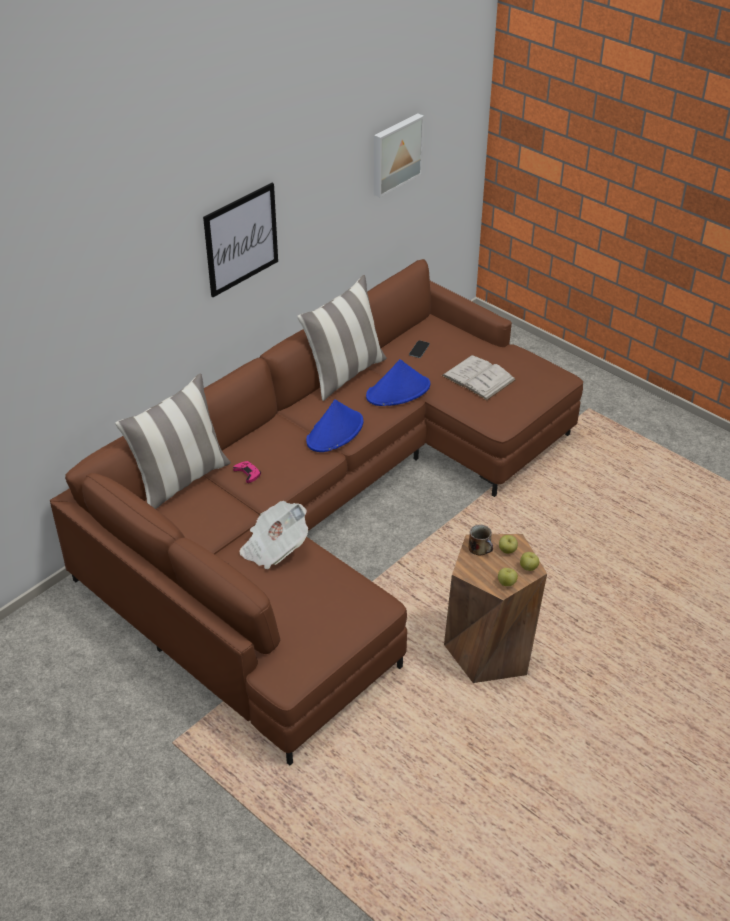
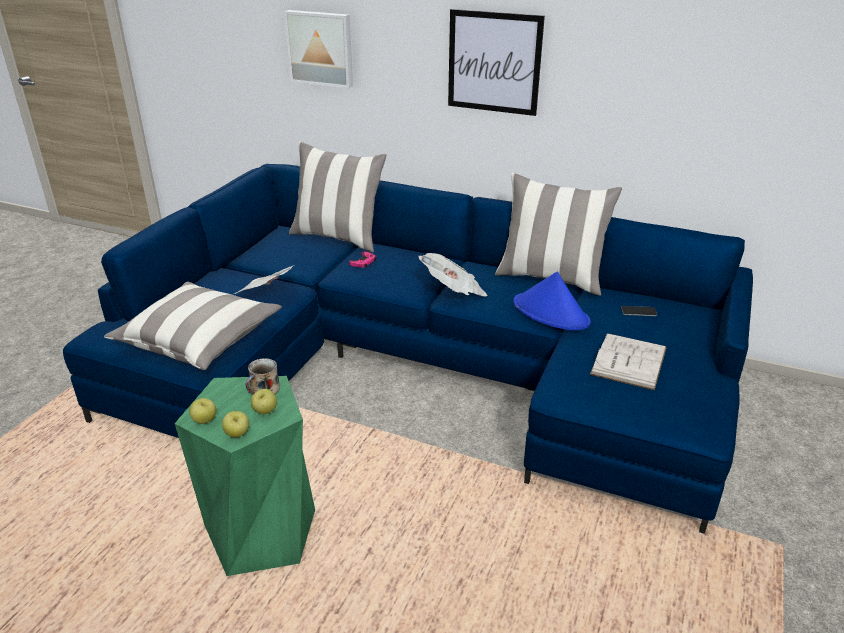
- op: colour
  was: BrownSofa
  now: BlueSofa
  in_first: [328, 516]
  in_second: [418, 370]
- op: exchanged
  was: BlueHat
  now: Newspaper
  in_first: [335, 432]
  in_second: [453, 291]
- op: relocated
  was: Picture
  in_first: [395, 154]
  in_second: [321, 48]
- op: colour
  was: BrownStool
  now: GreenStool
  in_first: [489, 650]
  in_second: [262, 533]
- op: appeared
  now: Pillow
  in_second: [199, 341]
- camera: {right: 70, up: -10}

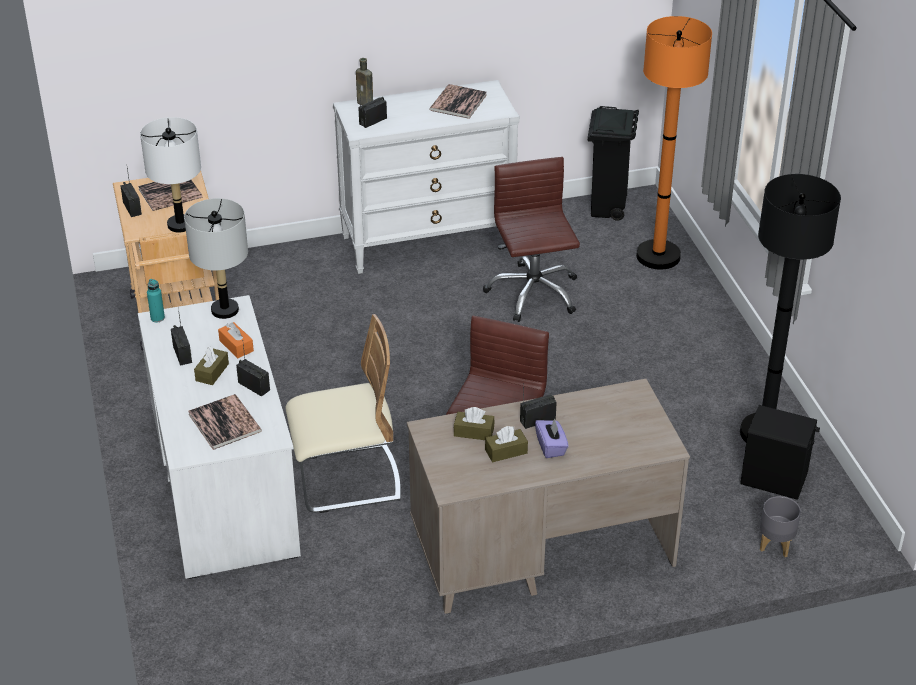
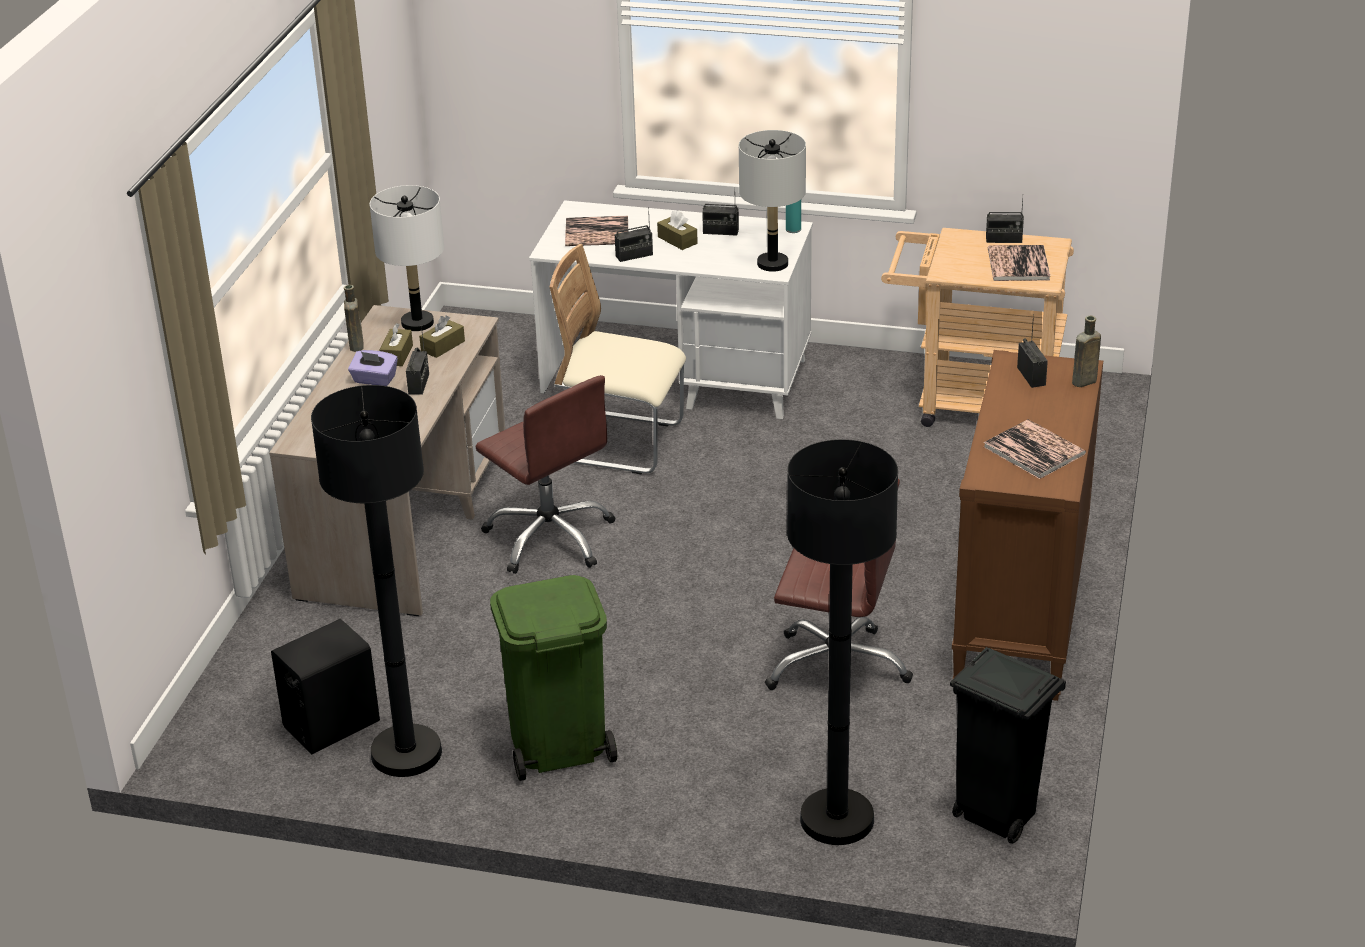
- op: relocated
  was: WhiteTableLamp
  in_first: [180, 225]
  in_second: [418, 323]
- op: missing
  was: OrangeTissueBox
  in_first: [236, 346]
- op: spun
  was: BeigeChair
  in_first: [346, 479]
  in_second: [620, 443]
  clockwise: 90
- op: colour
  was: WhiteDresser
  now: BrownDresser
  in_first: [428, 242]
  in_second: [1021, 619]
- op: colour
  was: OrangeFloorLamp
  now: BlackFloorLamp
  in_first: [658, 256]
  in_second: [837, 819]
- op: missing
  was: GreyPlanter
  in_first: [776, 545]
- op: appeared
  now: BrownBottle
  in_second: [356, 344]
- op: appeared
  now: GreenTrashCan
  in_second: [557, 746]
- camera: {right: 120, up: -5}

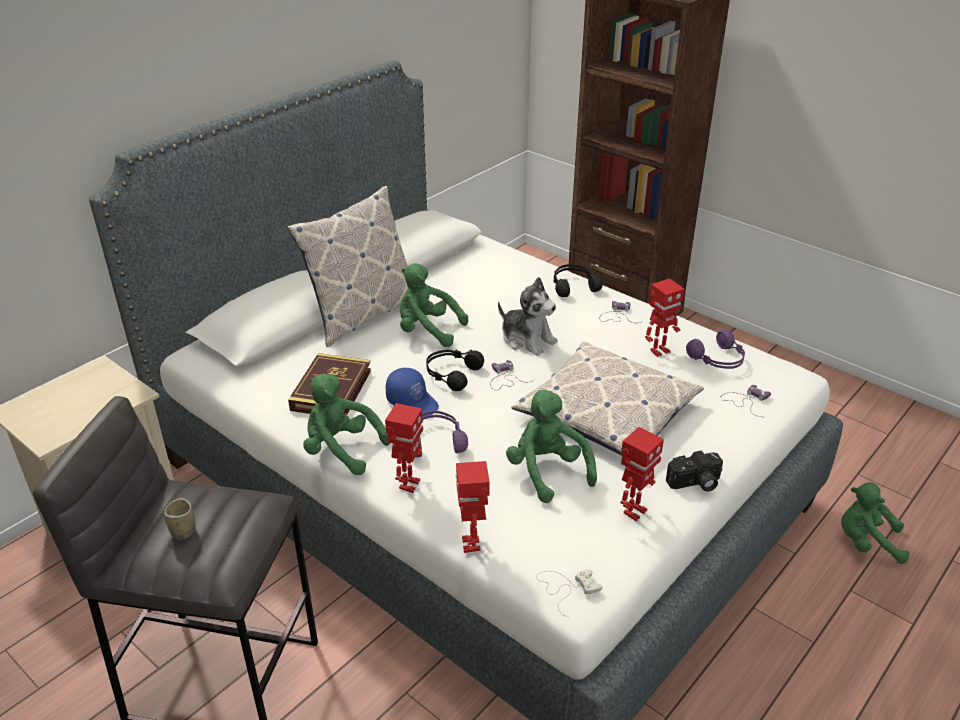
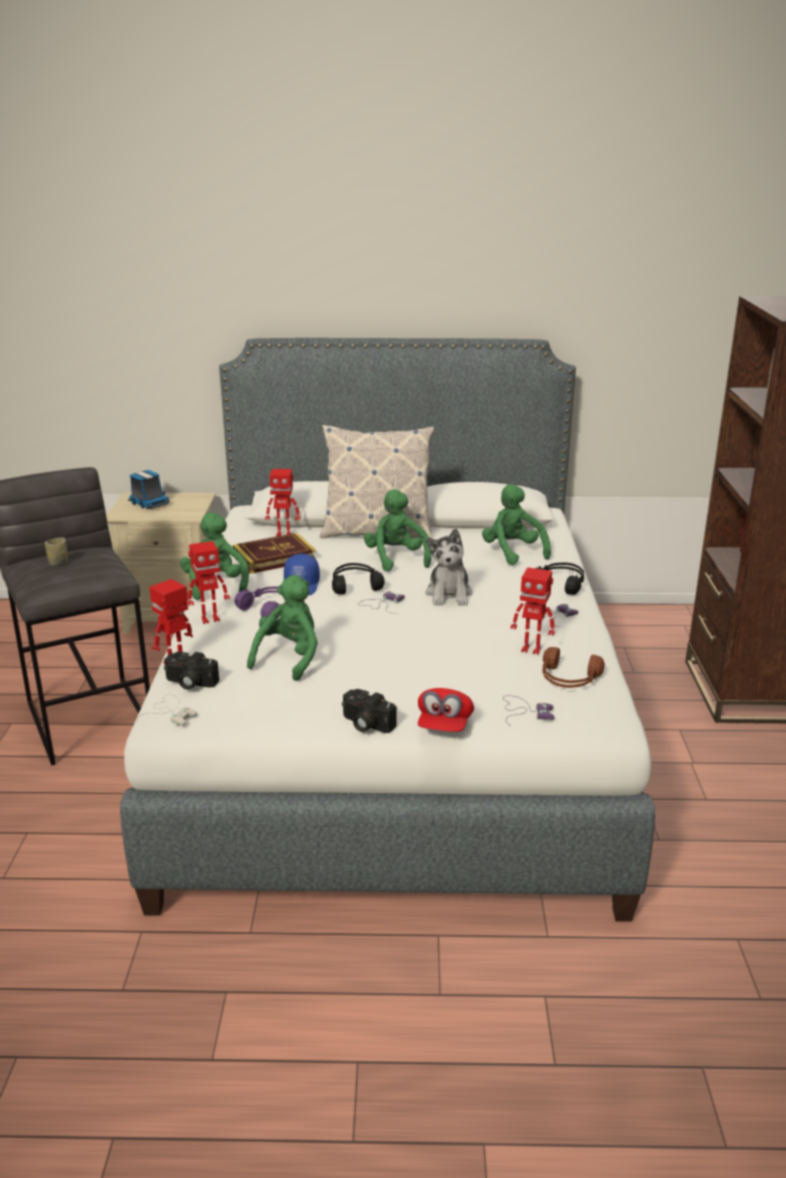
- op: missing
  was: Pillow
  in_first: [606, 413]
- op: relocated
  was: ToyRobot
  in_first: [633, 511]
  in_second: [283, 534]
- op: colour
  was: PurpleHeadphones
  now: BrownHeadphones
  in_first: [718, 360]
  in_second: [568, 679]
- op: relocated
  was: GreenPlushToy
  in_first: [866, 542]
  in_second: [513, 552]
- op: appeared
  now: ToyTruck
  in_second: [148, 503]
- op: appeared
  now: PhotoCamera
  in_second: [189, 683]
- op: appeared
  now: RedCap
  in_second: [444, 725]
- camera: {right: 50, up: -10}

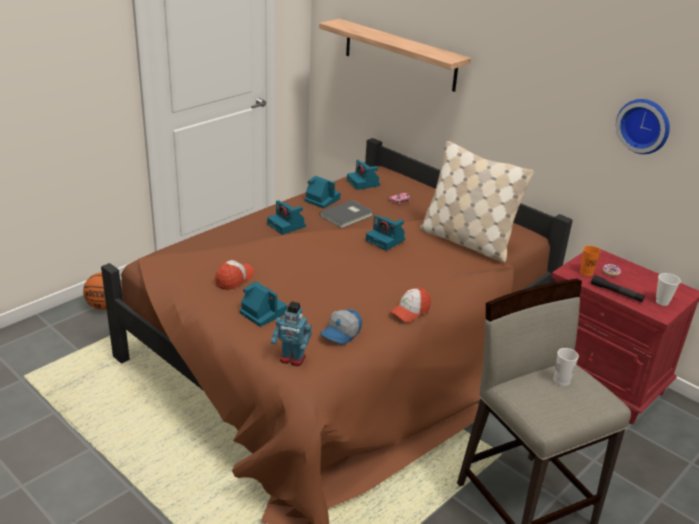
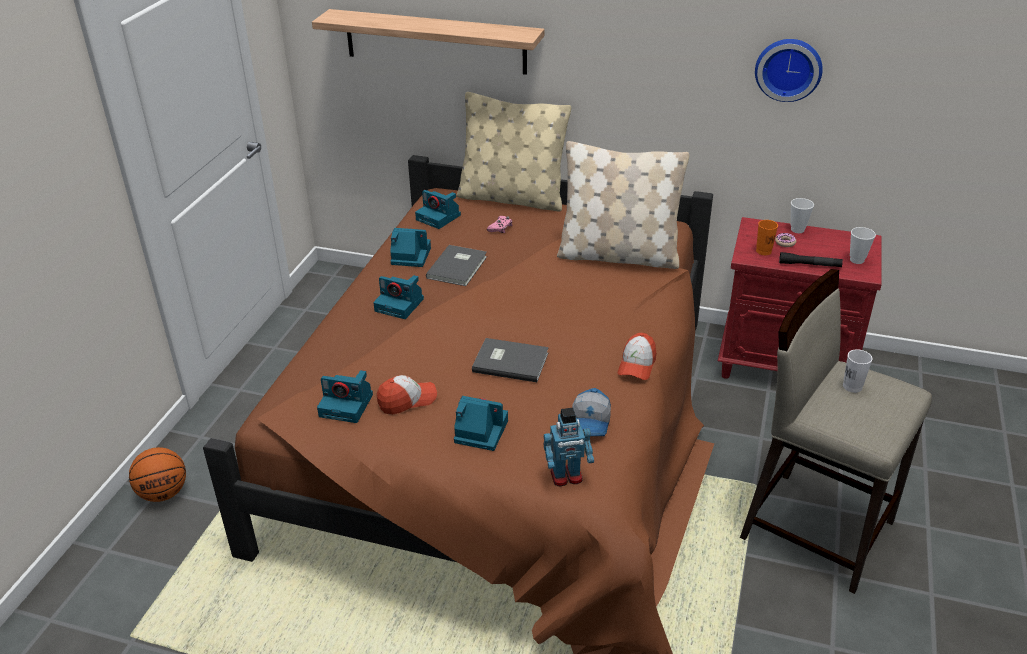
- op: spun
  was: Cap
  in_first: [234, 279]
  in_second: [407, 400]
  clockwise: 60
- op: relocated
  was: PhotoCamera
  in_first: [386, 240]
  in_second: [347, 405]
- op: appeared
  now: BeigePillow
  in_second: [512, 198]
- op: appeared
  now: GreyBook
  in_second: [510, 361]
- op: appeared
  now: Cup
  in_second: [797, 230]
- camera: {right: -25, up: 5}

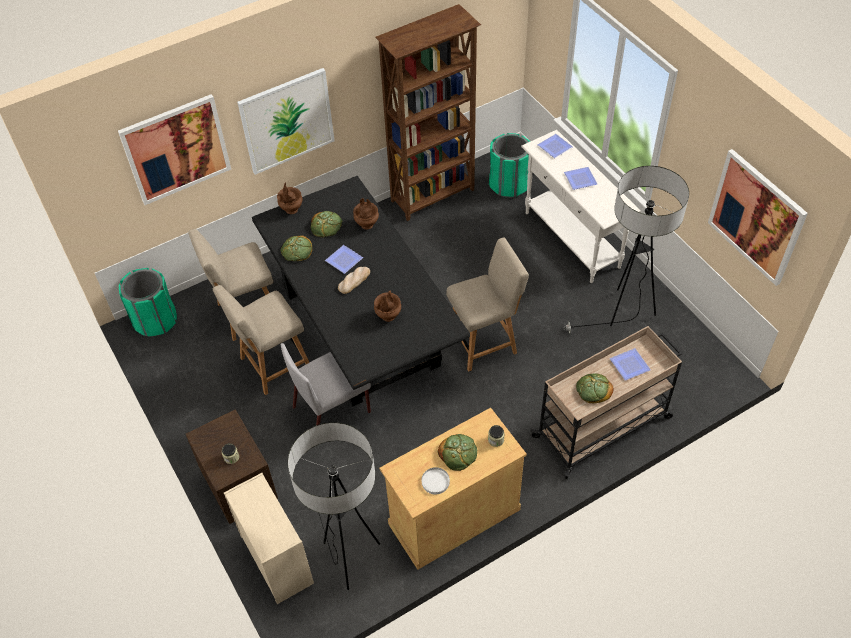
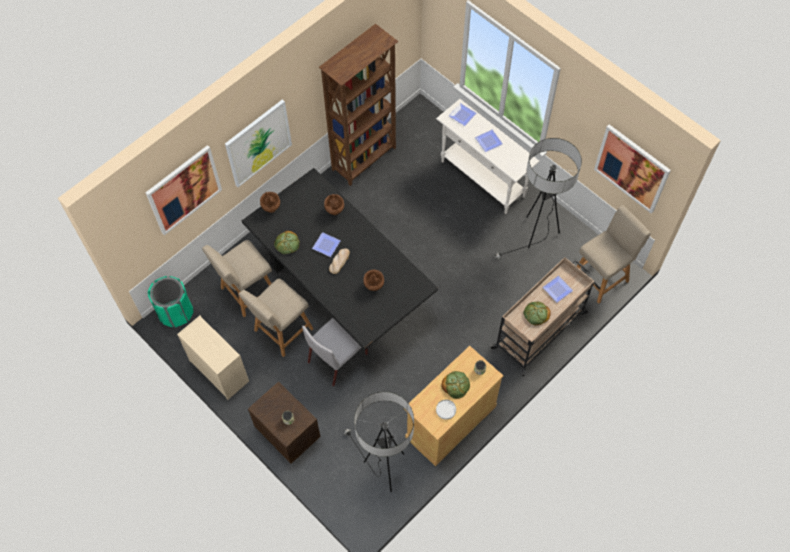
- op: relocated
  was: BeigeDresser
  in_first: [276, 558]
  in_second: [218, 370]
- op: missing
  was: Bread
  in_first: [326, 226]
- op: relocated
  was: BeigeChair
  in_first: [485, 341]
  in_second: [602, 276]
- op: missing
  was: GreenTrashCan
  in_first: [509, 184]
- camera: {right: -15, up: 10}

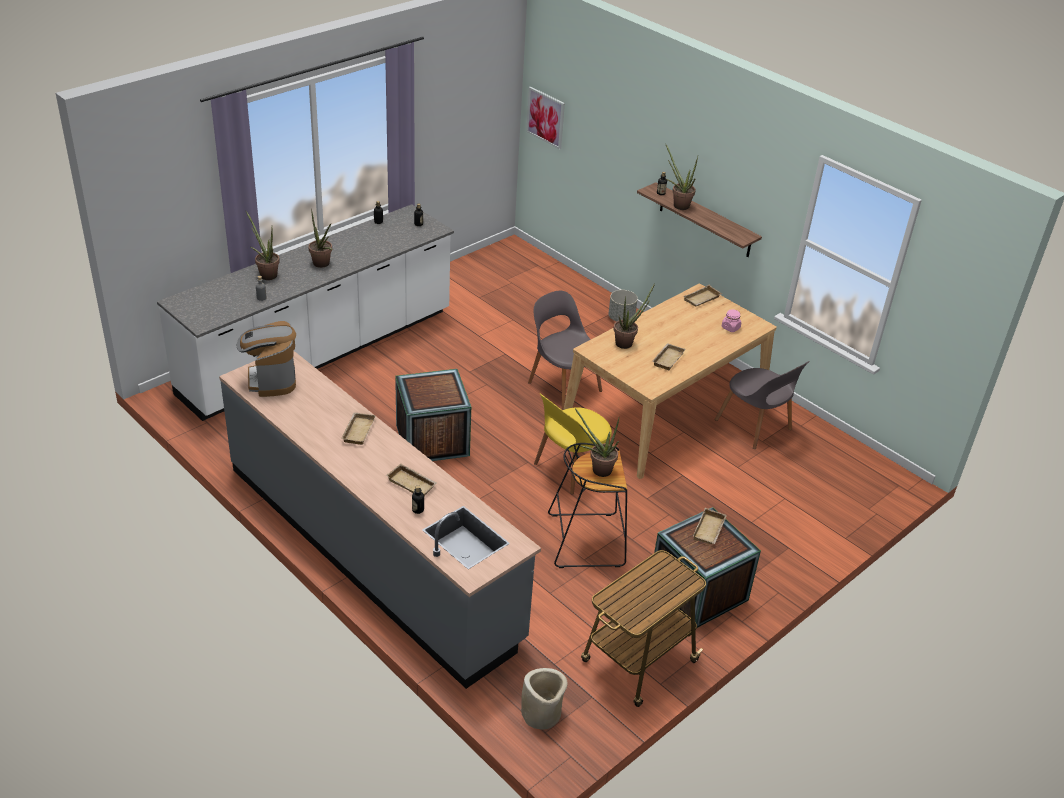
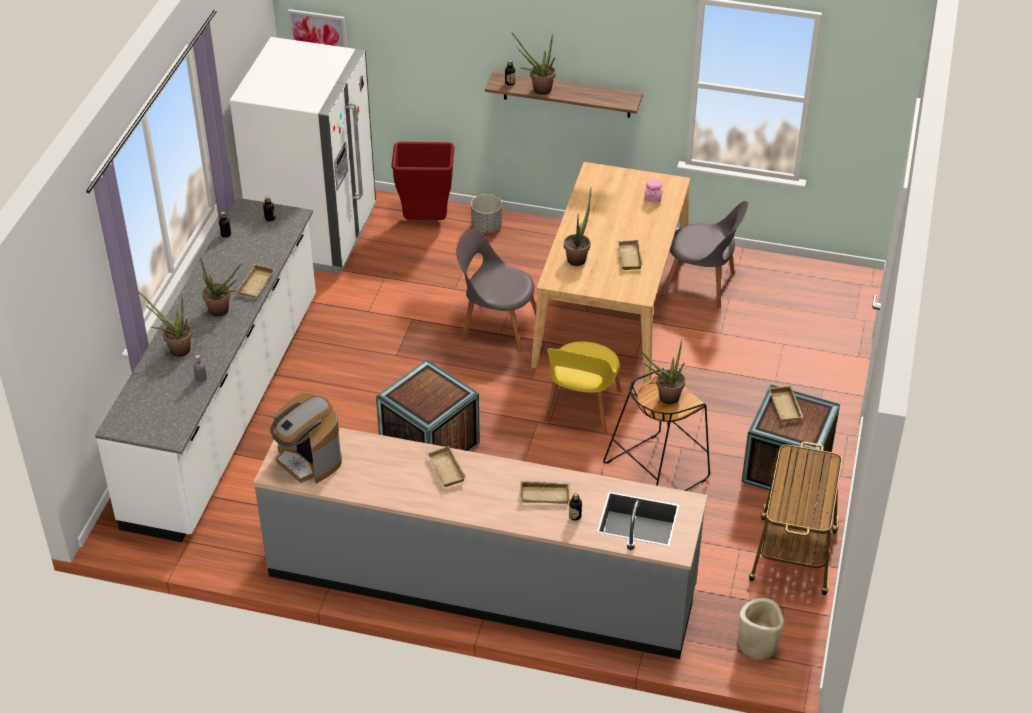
- op: relocated
  was: BeigeTray
  in_first: [702, 299]
  in_second: [257, 285]
- op: appeared
  now: WhiteFridge
  in_second: [315, 234]
- op: appeared
  now: RedTrashCan
  in_second: [426, 221]
- camera: {right: -30, up: 5}

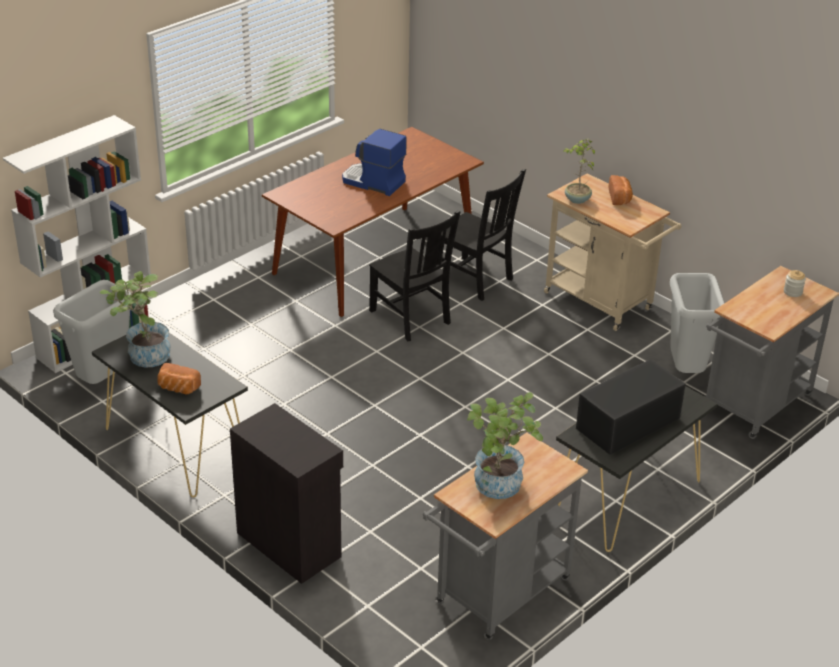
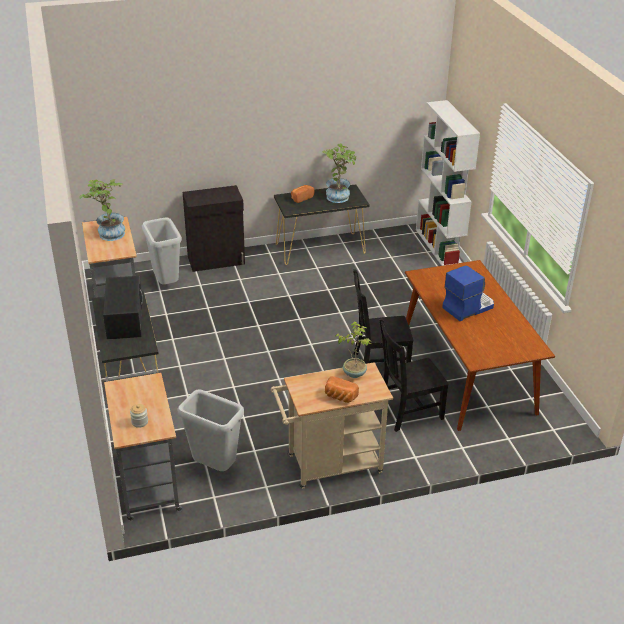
- op: relocated
  was: GreyTrashCan
  in_first: [103, 381]
  in_second: [167, 284]
- camera: {right: 120, up: 0}

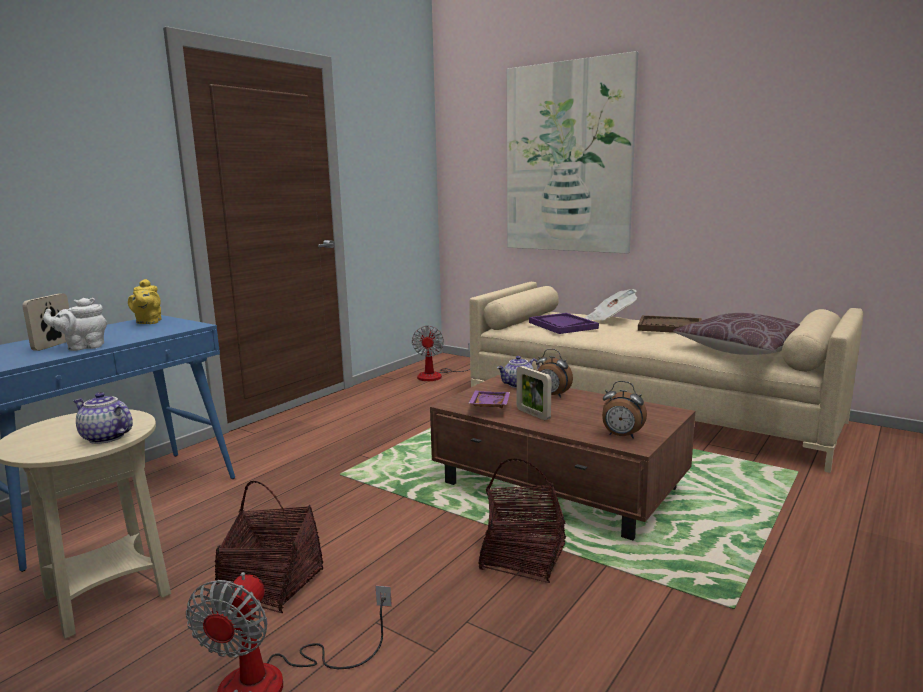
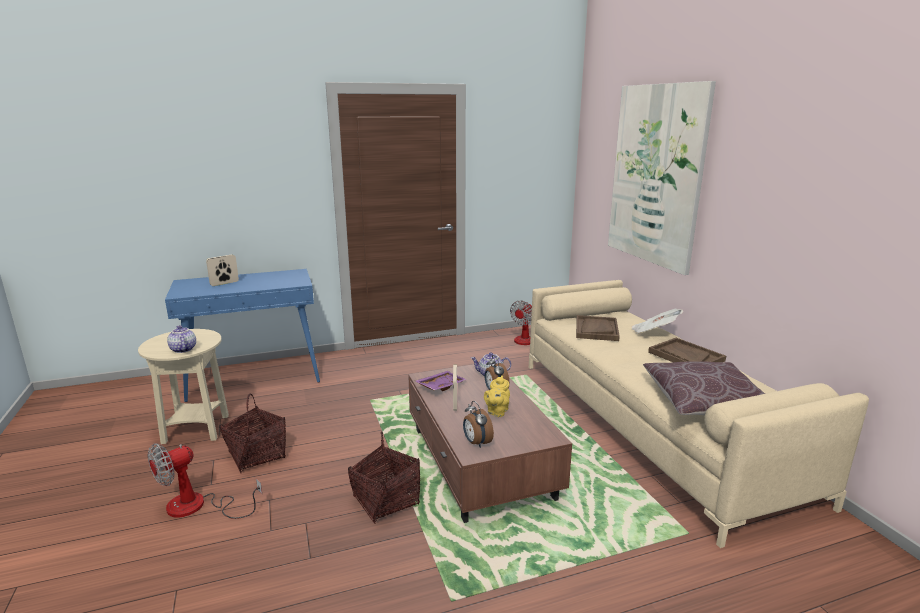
- op: missing
  was: WhiteTeapot
  in_first: [83, 347]
- op: relocated
  was: YellowTeapot
  in_first: [148, 322]
  in_second: [497, 412]
- op: colour
  was: PurpleTray
  now: BrownTray
  in_first: [562, 325]
  in_second: [596, 329]
- camera: {right: 35, up: 5}

